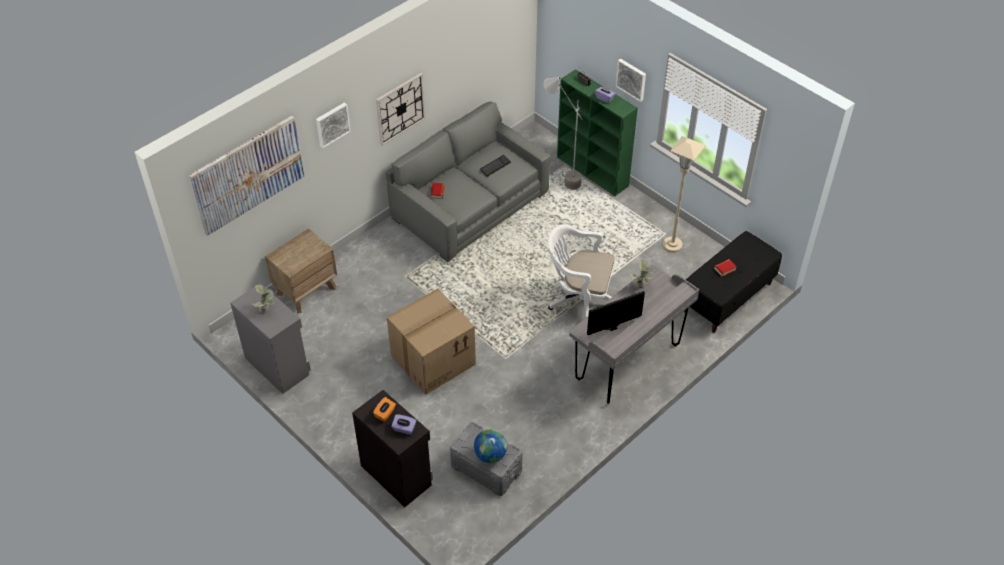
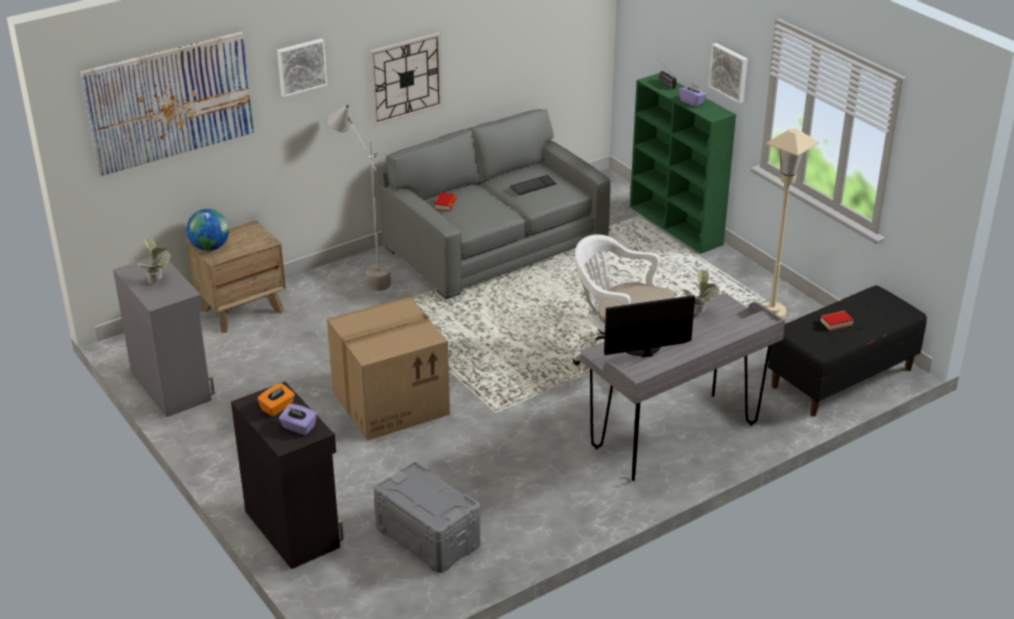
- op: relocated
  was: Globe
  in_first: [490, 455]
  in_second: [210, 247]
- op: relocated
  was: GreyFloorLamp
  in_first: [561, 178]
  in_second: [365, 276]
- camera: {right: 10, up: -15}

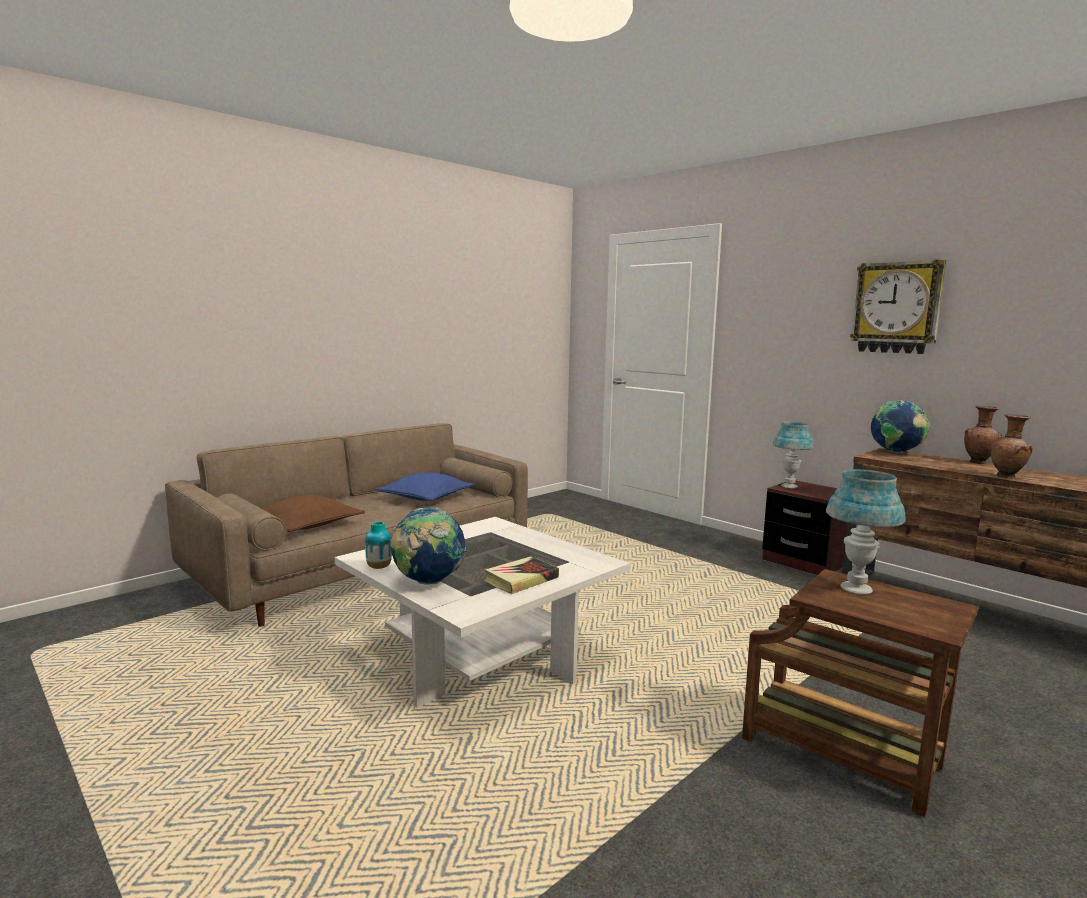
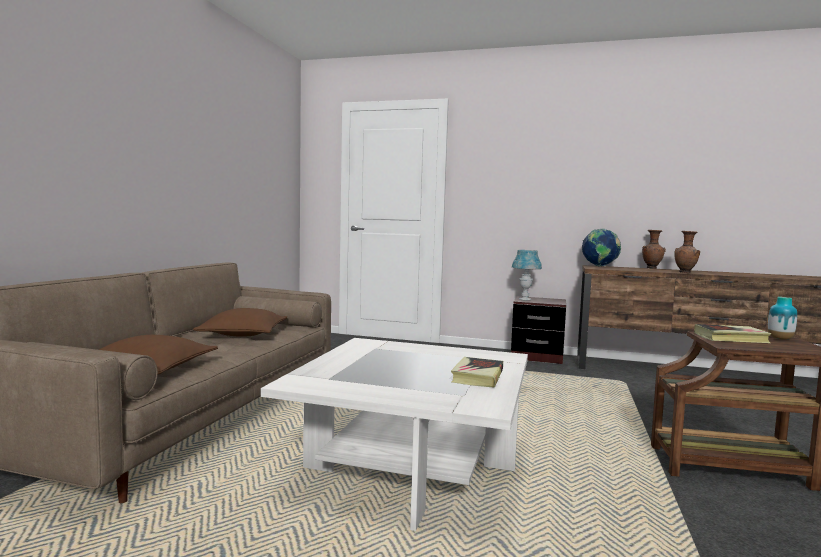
- op: relocated
  was: Vase
  in_first: [379, 567]
  in_second: [780, 339]
- op: colour
  was: BluePillow
  now: BrownPillow
  in_first: [426, 497]
  in_second: [243, 334]
- op: missing
  was: Globe
  in_first: [428, 582]
- op: exchanged
  was: BlueTableLamp
  now: Book
  in_first: [856, 589]
  in_second: [731, 338]
- op: missing
  was: WallClock
  in_first: [897, 308]
- camera: {right: -30, up: -5}

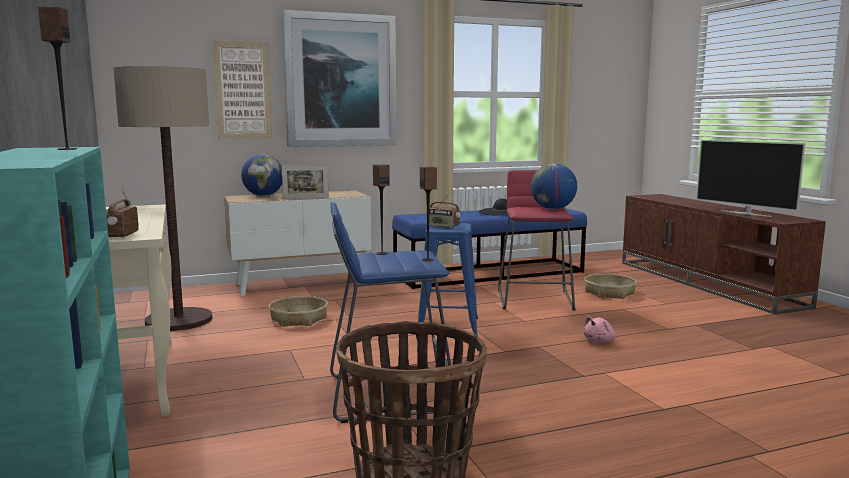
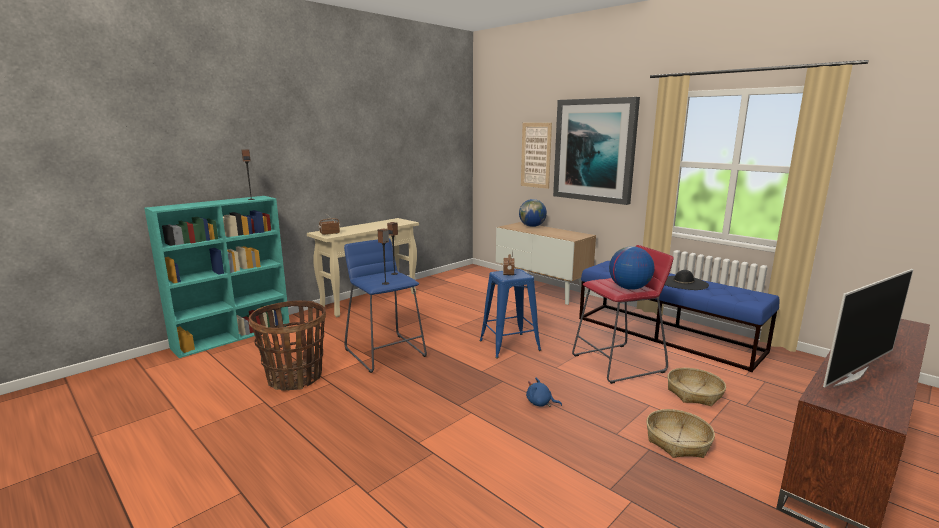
- op: missing
  was: FloorLamp
  in_first: [179, 320]
- op: relocated
  was: Basket
  in_first: [299, 319]
  in_second: [678, 441]
- op: missing
  was: PictureFrame
  in_first: [305, 198]
- op: colour
  was: PinkPlushToy
  now: BluePlushToy
  in_first: [600, 341]
  in_second: [540, 403]
- op: spun
  was: Television
  in_first: [745, 213]
  in_second: [849, 376]
  clockwise: -150
- camera: {right: 65, up: 5}

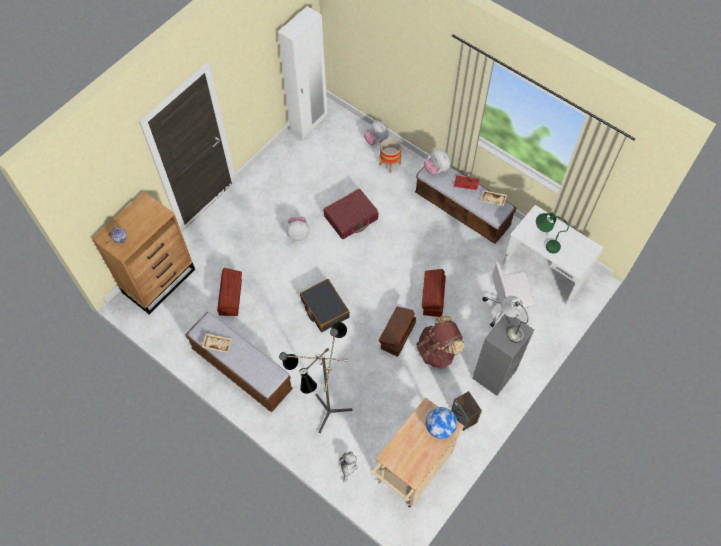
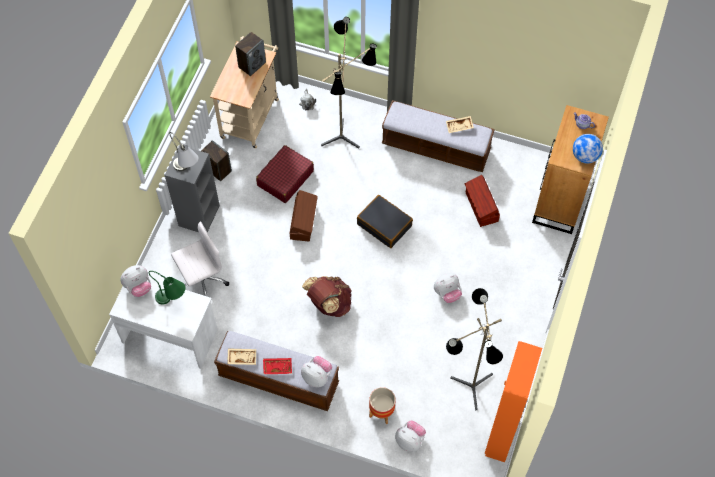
- op: colour
  was: WhiteWardrobe
  now: OrangeWardrobe
  in_first: [309, 124]
  in_second: [500, 436]
- op: relocated
  was: RedSuitcase
  in_first: [351, 218]
  in_second: [285, 178]
- op: relocated
  was: BrownBackpack
  in_first: [437, 351]
  in_second: [329, 304]
- op: missing
  was: BrownStorageBox
  in_first: [433, 298]
- op: relocated
  was: Globe
  in_first: [440, 427]
  in_second: [585, 156]
- op: appeared
  now: PlushToy
  in_second: [138, 287]
- op: appeared
  now: Speaker
  in_second: [252, 64]
- op: appeared
  now: FloorLamp
  in_second: [468, 388]
- camera: {right: 160, up: 0}

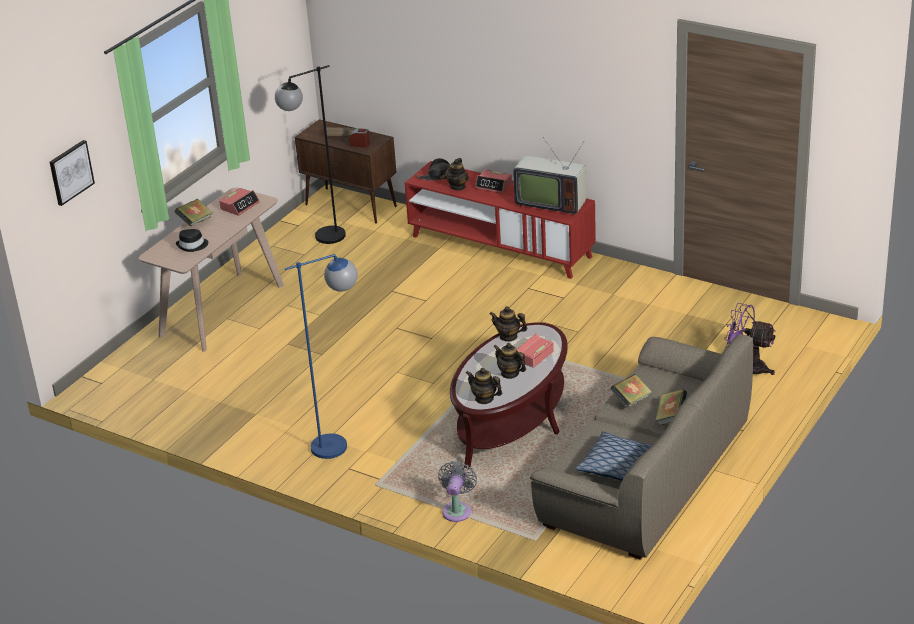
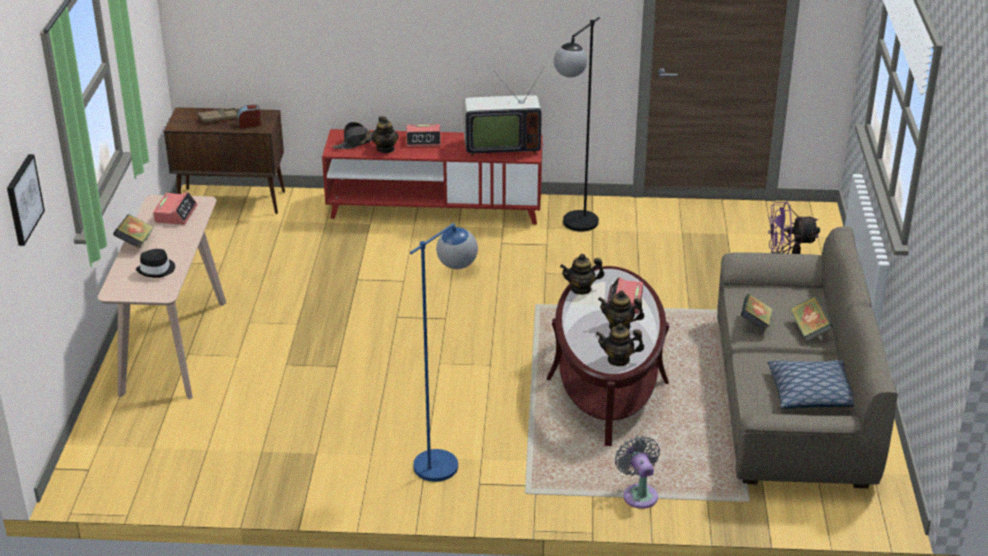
- op: relocated
  was: BlackFloorLamp
  in_first: [320, 239]
  in_second: [574, 228]
- camera: {right: -30, up: 0}

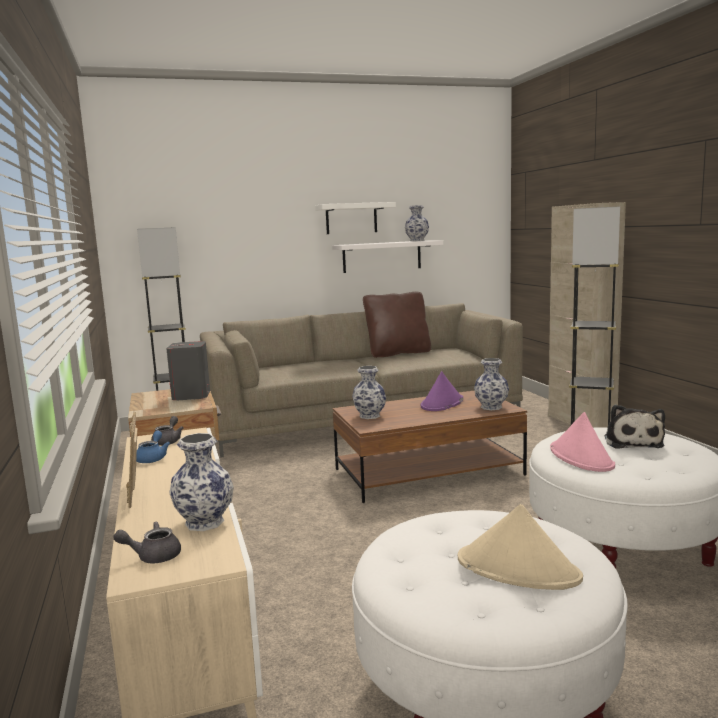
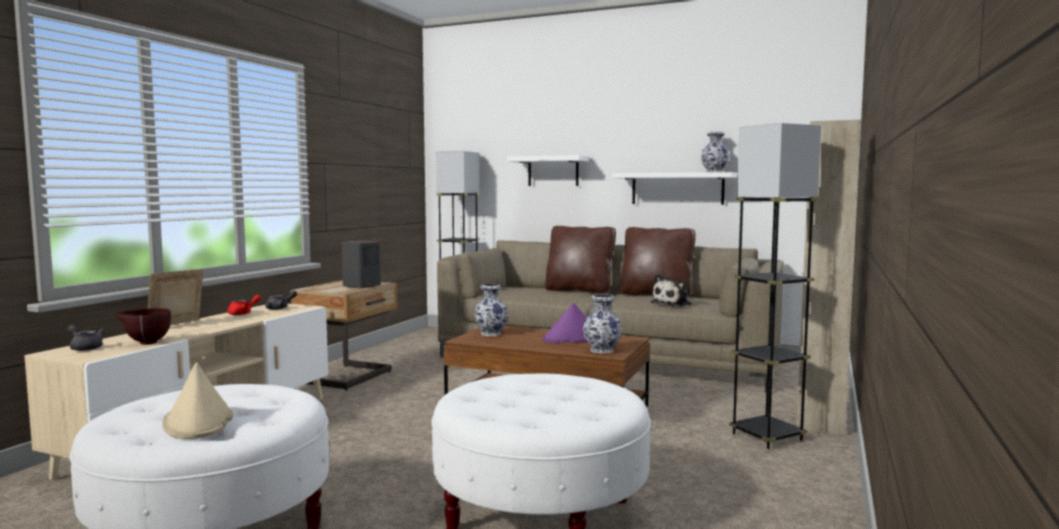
- op: colour
  was: BlueTeapot
  now: RedTeapot
  in_first: [153, 458]
  in_second: [243, 313]
- op: exchanged
  was: Vase
  now: BrownBowl
  in_first: [204, 523]
  in_second: [145, 343]
- op: relocated
  was: WhiteShelf
  in_first: [351, 218]
  in_second: [553, 171]
- op: missing
  was: PinkHat
  in_first: [581, 457]
- op: relocated
  was: PlushToy
  in_first: [632, 442]
  in_second: [673, 304]
- op: appeared
  now: BrownPillow
  in_second: [579, 291]
- camera: {right: 40, up: -5}

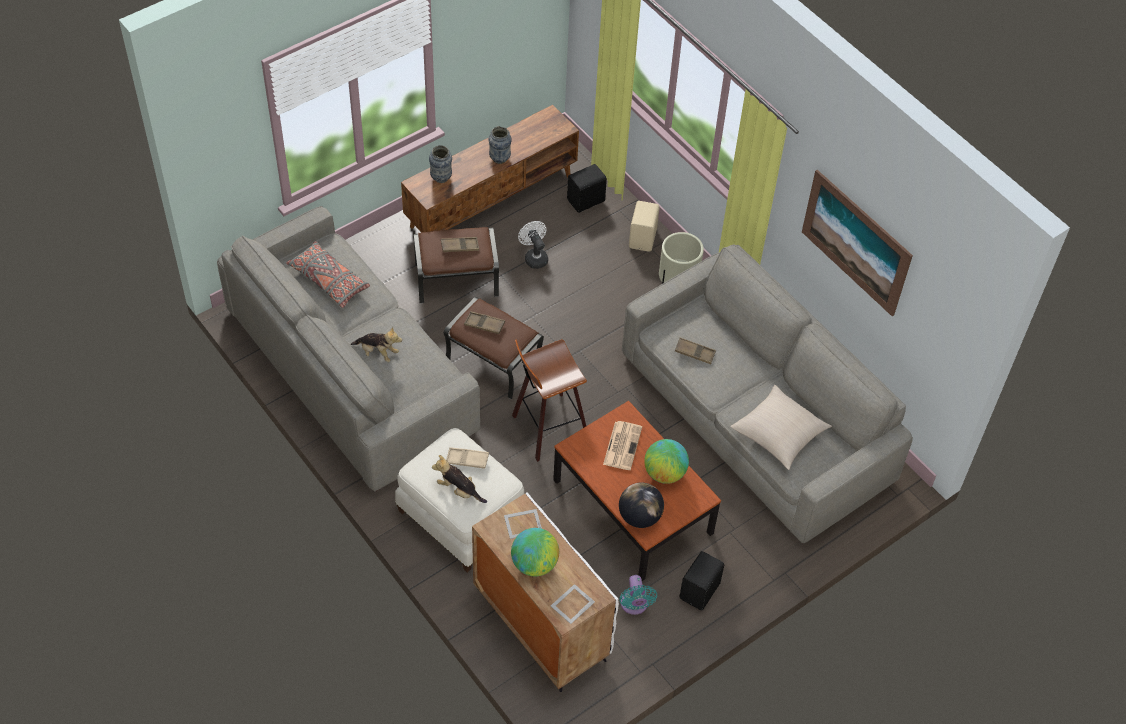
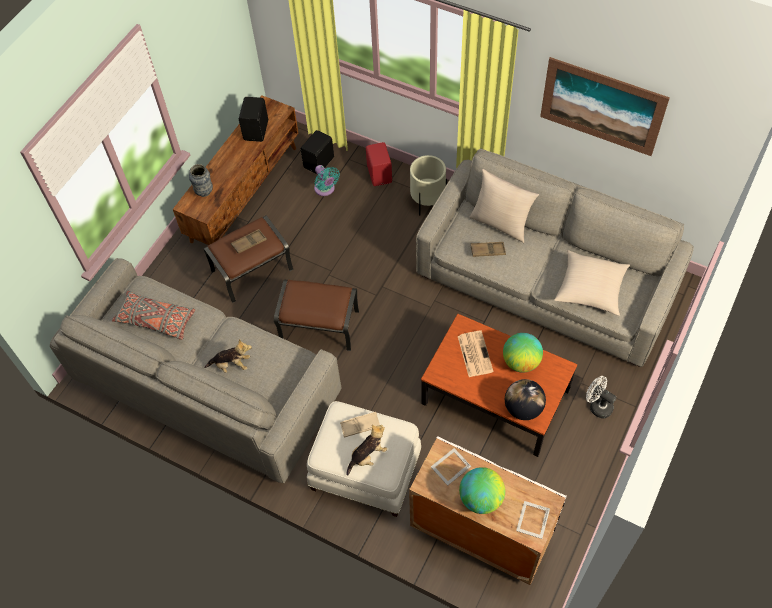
- op: spun
  was: PlushToy
  in_first: [459, 490]
  in_second: [367, 456]
  clockwise: 135
- op: missing
  was: BrownTray
  in_first: [484, 324]
- op: missing
  was: Vase
  in_first: [499, 159]
- op: missing
  was: Stool
  in_first: [548, 429]
- op: relocated
  was: WhiteFan
  in_first: [534, 257]
  in_second: [597, 406]
- op: relocated
  was: TurquoiseFan
  in_first: [634, 605]
  in_second: [325, 189]
- op: colour
  was: BeigeSpeaker
  now: RedSpeaker
  in_first: [643, 238]
  in_second: [380, 174]
- op: relocated
  was: BlackSpeaker
  in_first: [701, 591]
  in_second: [257, 130]
- op: appeared
  now: BeigePillow
  in_second: [501, 223]
- camera: {right: -20, up: 5}

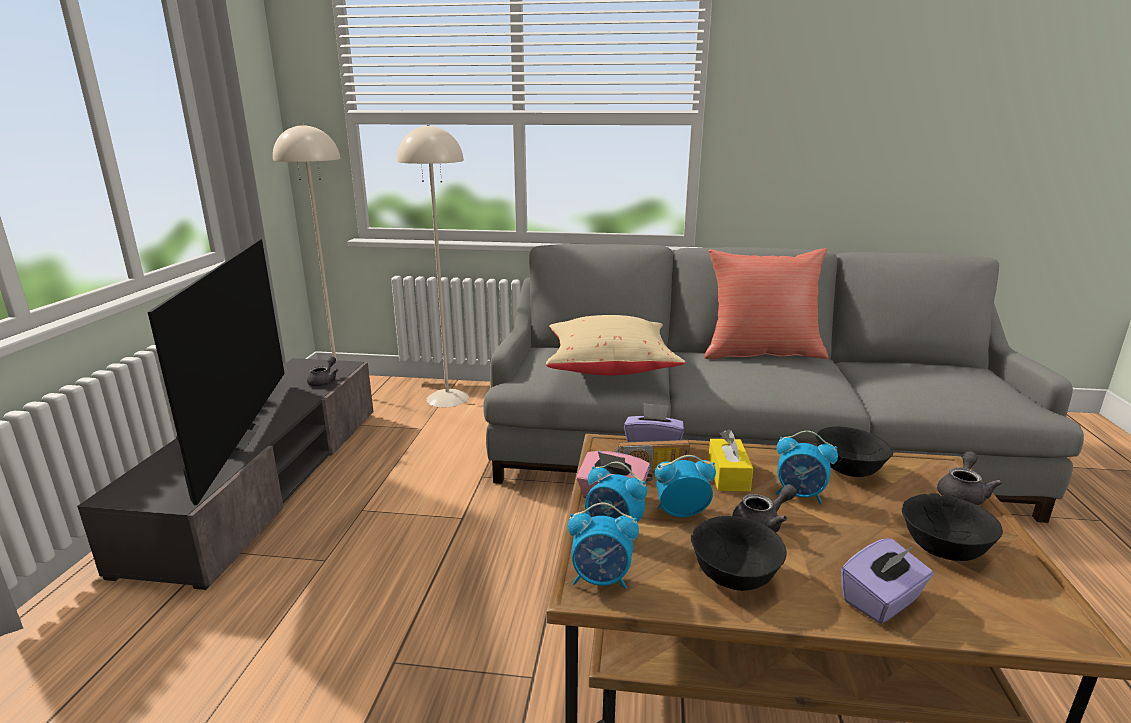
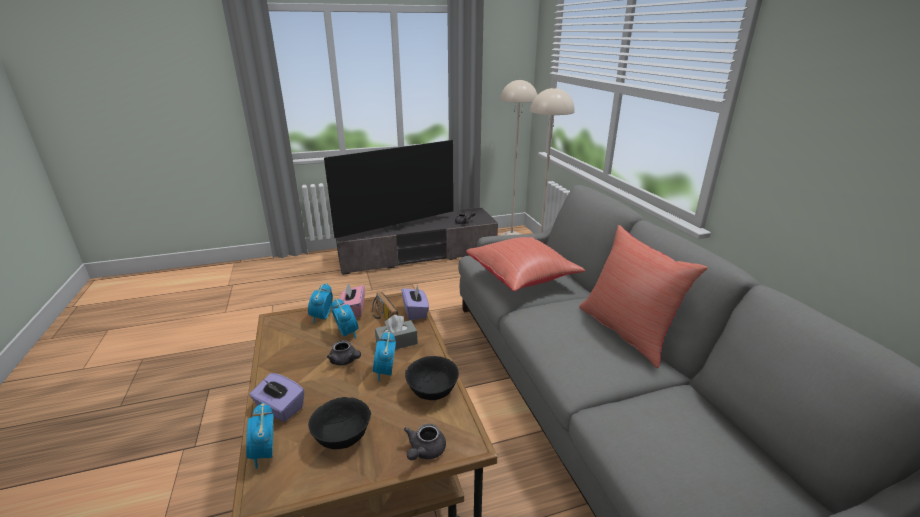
- op: colour
  was: BeigePillow
  now: RedPillow
  in_first: [609, 367]
  in_second: [522, 277]
- op: relocated
  was: AlarmClock
  in_first: [601, 579]
  in_second: [265, 453]
- op: missing
  was: BlackBowl
  in_first: [735, 577]
- op: colour
  was: YellowTissueBox
  now: GreyTissueBox
  in_first: [728, 475]
  in_second: [396, 343]
- op: spun
  was: GreyTeapot
  in_first: [962, 494]
  in_second: [424, 451]
  clockwise: 105
- camera: {right: 65, up: 5}

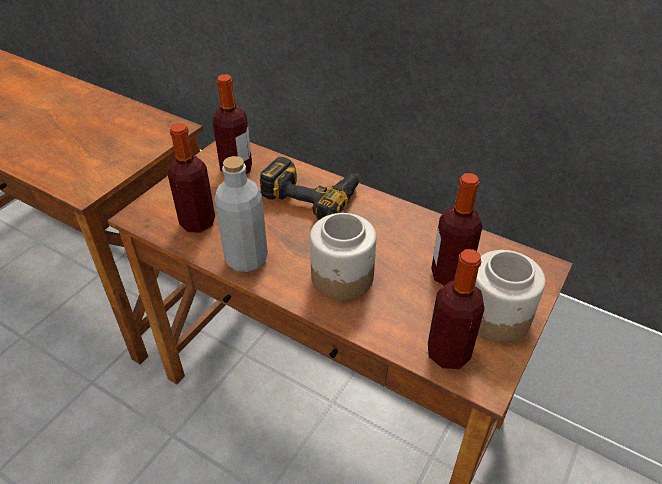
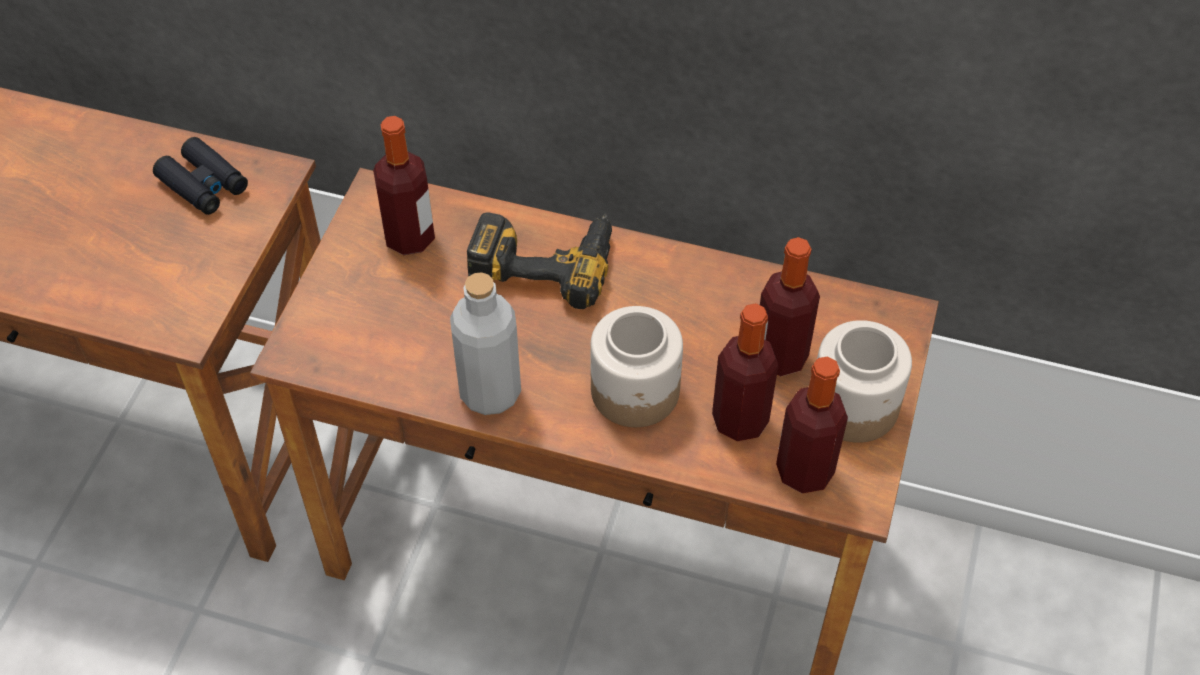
- op: relocated
  was: Bottle
  in_first: [197, 222]
  in_second: [740, 420]
- op: appeared
  now: BlackBinoculars
  in_second: [204, 184]
- camera: {right: -15, up: 10}

